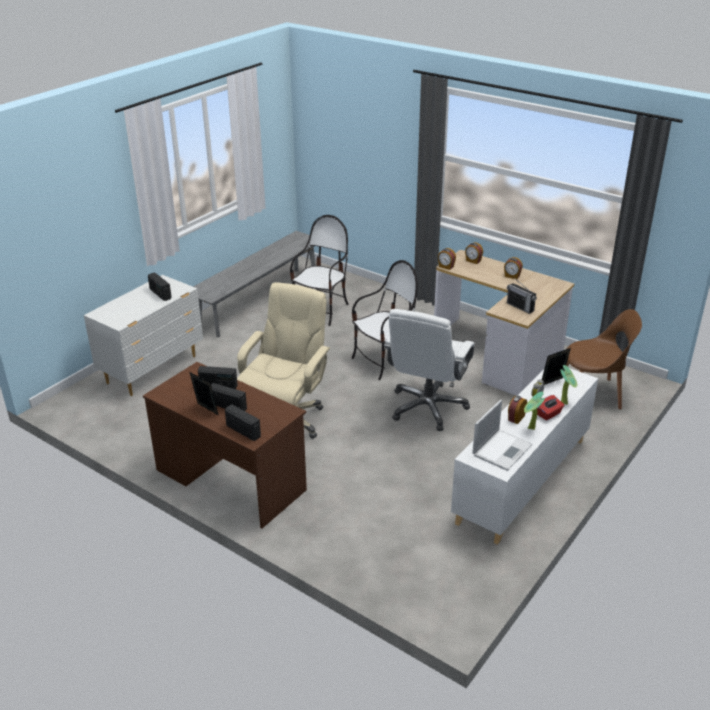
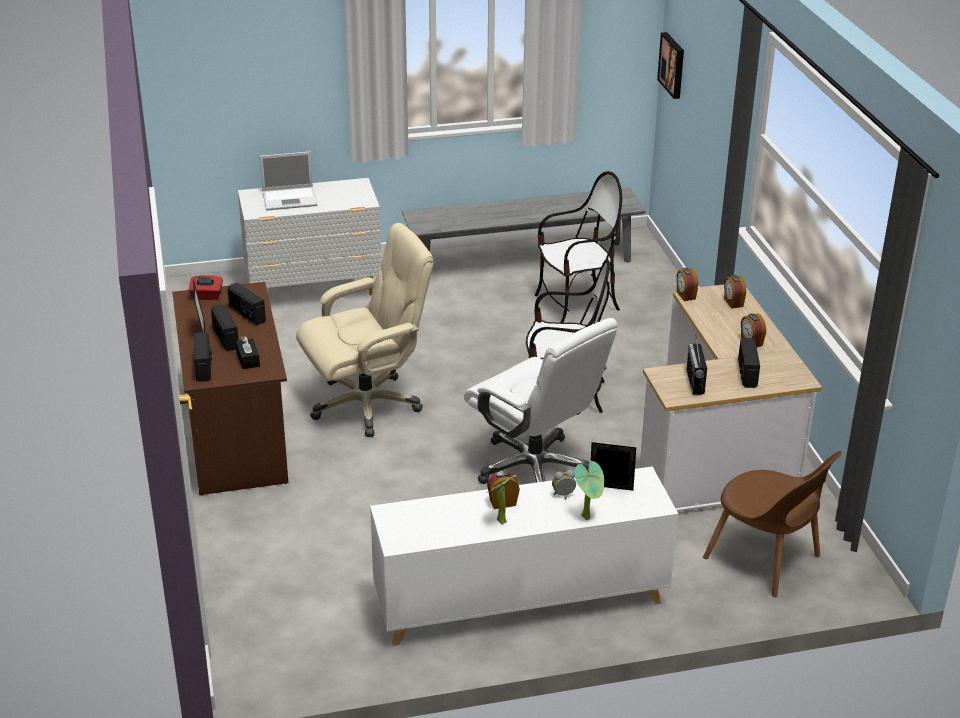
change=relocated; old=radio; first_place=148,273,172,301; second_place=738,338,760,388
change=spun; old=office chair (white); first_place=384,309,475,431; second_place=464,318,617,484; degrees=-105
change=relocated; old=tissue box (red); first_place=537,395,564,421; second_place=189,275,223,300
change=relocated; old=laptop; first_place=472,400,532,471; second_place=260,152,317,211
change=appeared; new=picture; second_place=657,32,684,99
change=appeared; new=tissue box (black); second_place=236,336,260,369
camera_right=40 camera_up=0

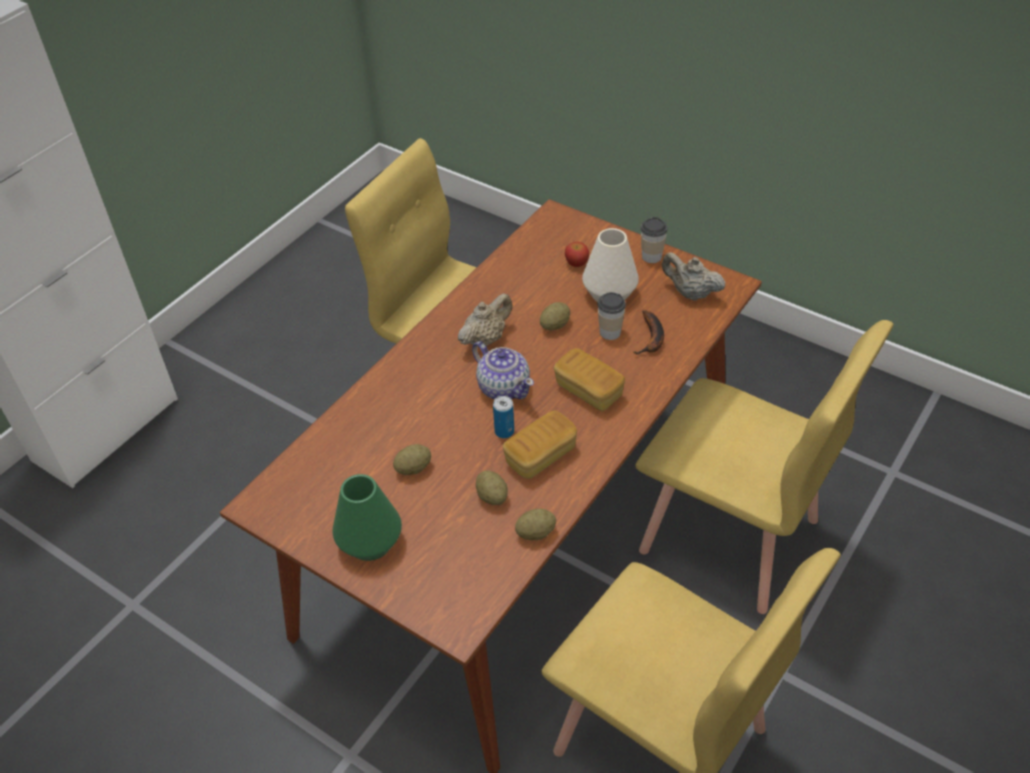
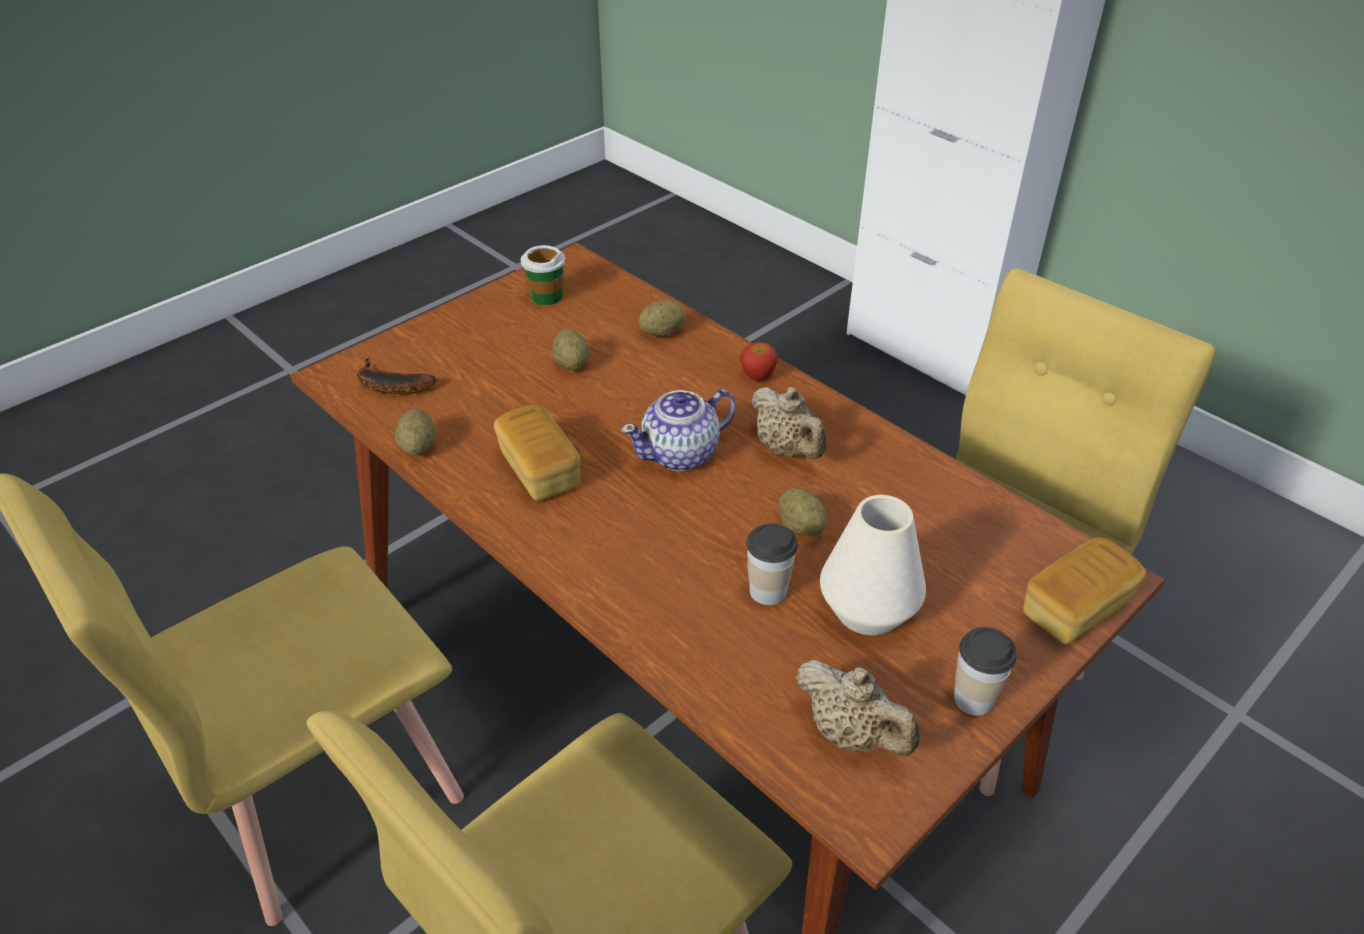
change=relocated; old=apple; first_place=565,242,589,267; second_place=740,342,778,381
change=spun; old=teapot (beige); first_place=662,252,726,301; second_place=796,660,919,756; degrees=90
change=relocated; old=banana; first_place=633,310,664,355; second_place=357,358,436,394
change=relocated; old=bread; first_place=554,348,625,412; second_place=1023,537,1146,644
change=missing; old=can; first_place=493,396,514,438
change=relocated; old=potato; first_place=476,470,508,505; second_place=639,301,686,337
change=missing; old=vase (green); first_place=332,474,402,561
change=appeared; new=cup; second_place=521,245,565,306
camera_right=100 camera_up=-5

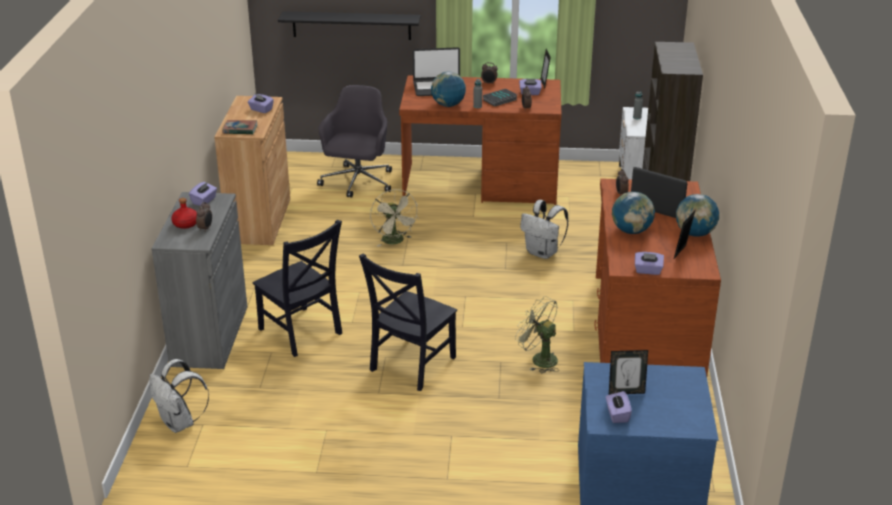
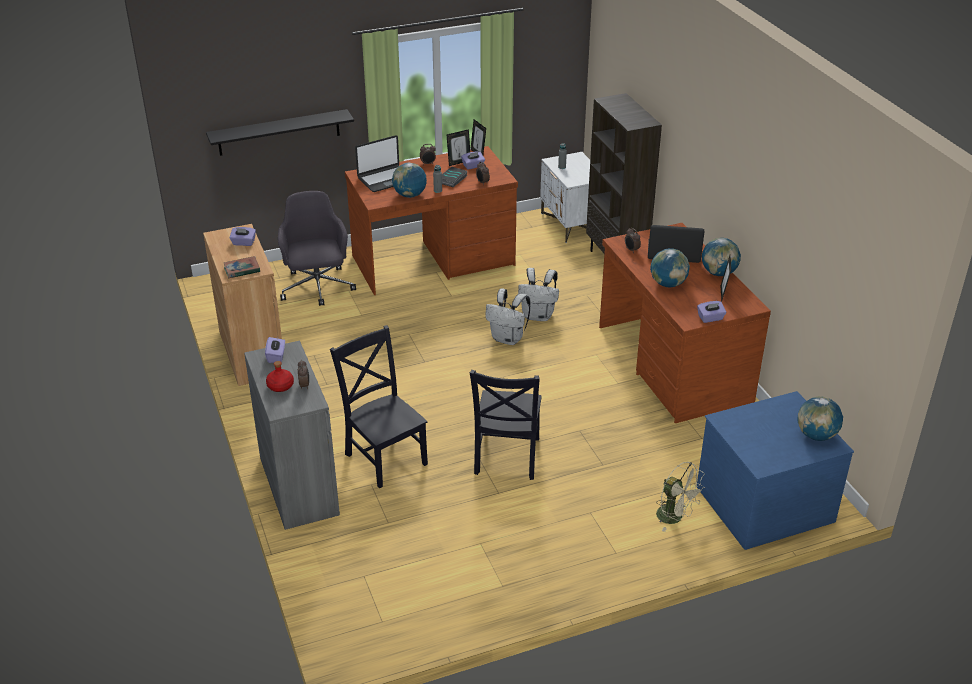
change=relocated; old=fan (beige); first_place=370,189,419,247; second_place=656,462,705,532
change=spun; old=chair (black); first_place=253,220,342,357; second_place=330,325,428,488; degrees=-150
change=missing; old=fan (green); first_place=515,296,559,373
change=relocated; old=picture frame; first_place=609,350,648,395; second_place=447,129,470,166
change=relocated; old=backpack (white); first_place=149,359,209,433; second_place=485,289,531,345
change=missing; old=tissue box (purple); first_place=606,391,632,423
change=appeared; new=globe; second_place=797,397,843,441
camera_right=-25 camera_up=5

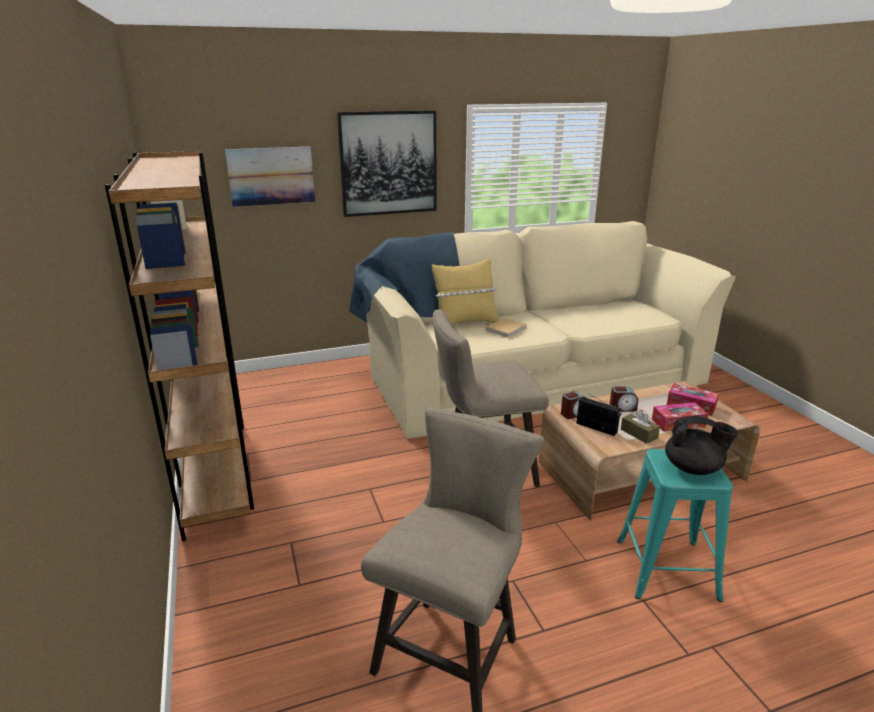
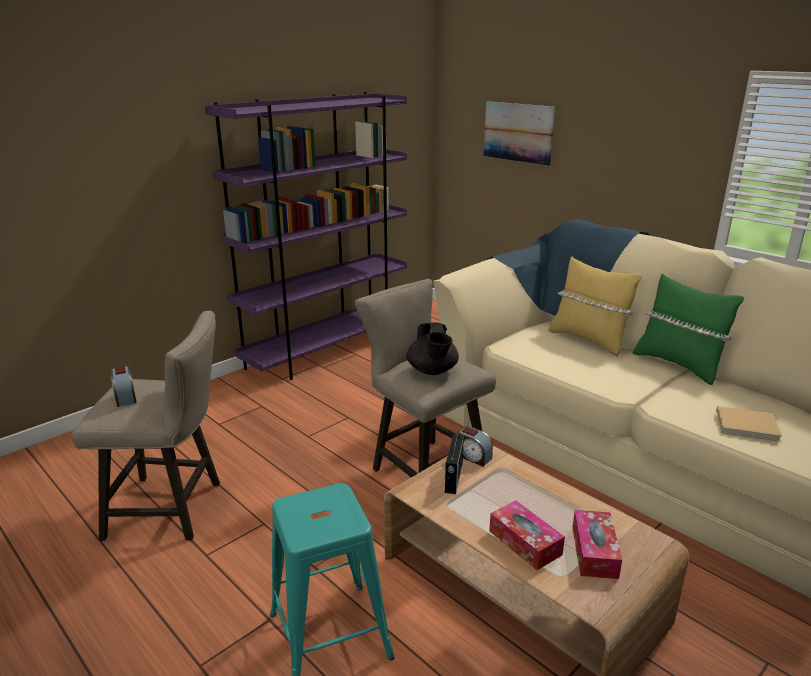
change=missing; old=picture; first_place=337,110,436,217
change=colour; old=bookcase (brown); new=bookcase (purple); first_place=105,151,254,541; second_place=205,92,407,380
change=relocated; old=book (beige); first_place=485,318,528,338; second_place=716,406,782,442
change=relocated; old=alarm clock; first_place=610,387,638,412; second_place=111,366,137,407
change=missing; old=tissue box (brown); first_place=621,410,660,444
change=relocated; old=teapot (black); first_place=665,416,739,475; second_place=407,322,459,375
change=appeared; new=pillow (green); second_place=633,274,744,385
camera_right=65 camera_up=0

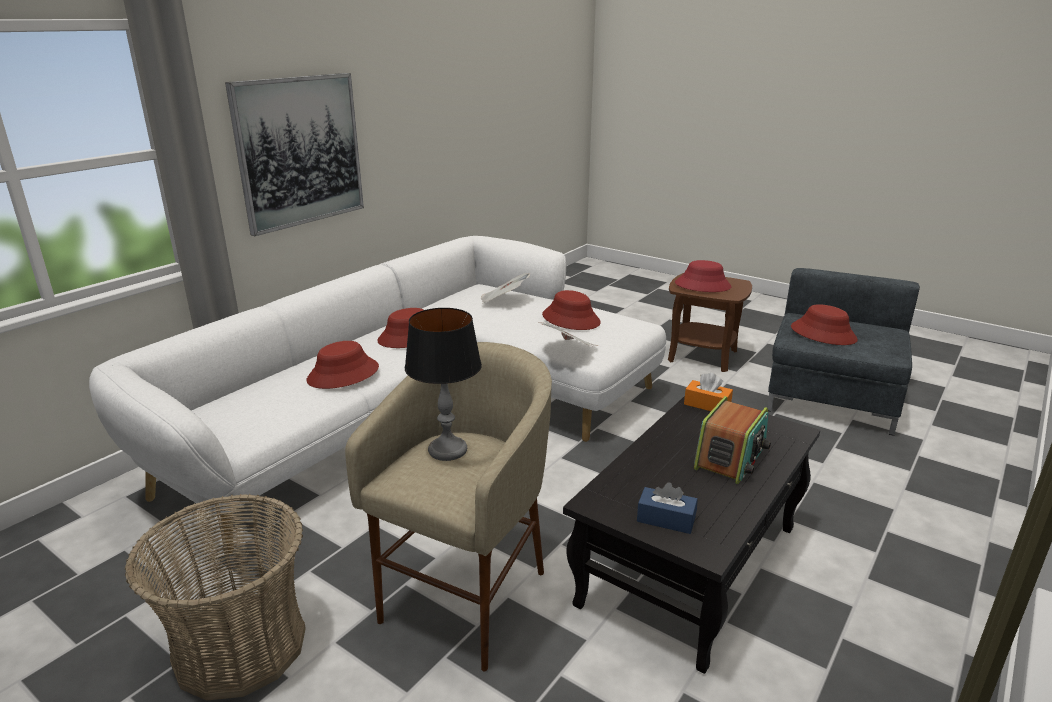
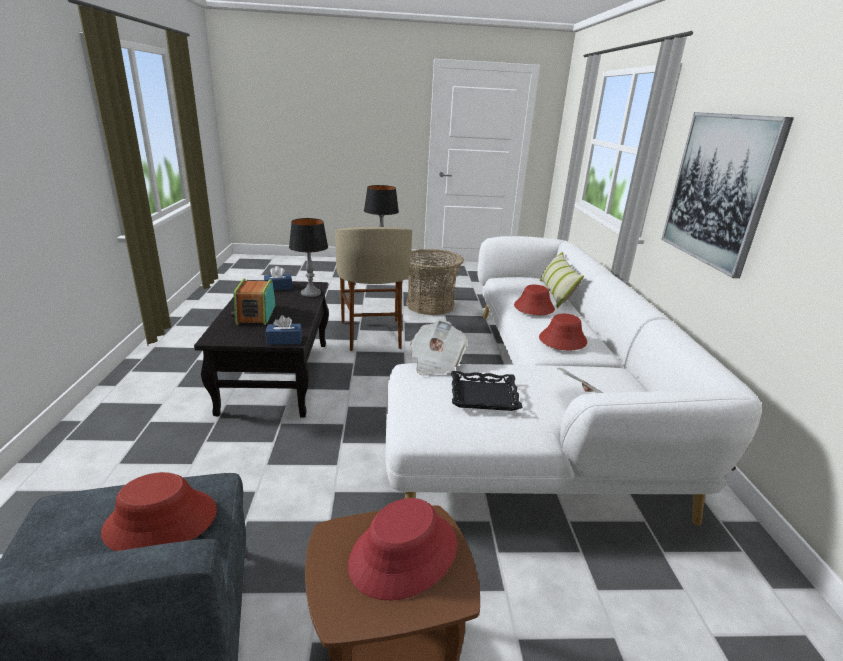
change=exchanged; old=hat (red); new=tray (black); first_place=542,290,601,330; second_place=451,371,523,411
change=colour; old=tissue box (orange); new=tissue box (blue); first_place=684,372,733,411; second_place=265,315,302,345
change=appeared; new=table lamp; second_place=289,218,328,297
change=appeared; new=pillow; second_place=539,251,584,308
camera_right=140 camera_up=0

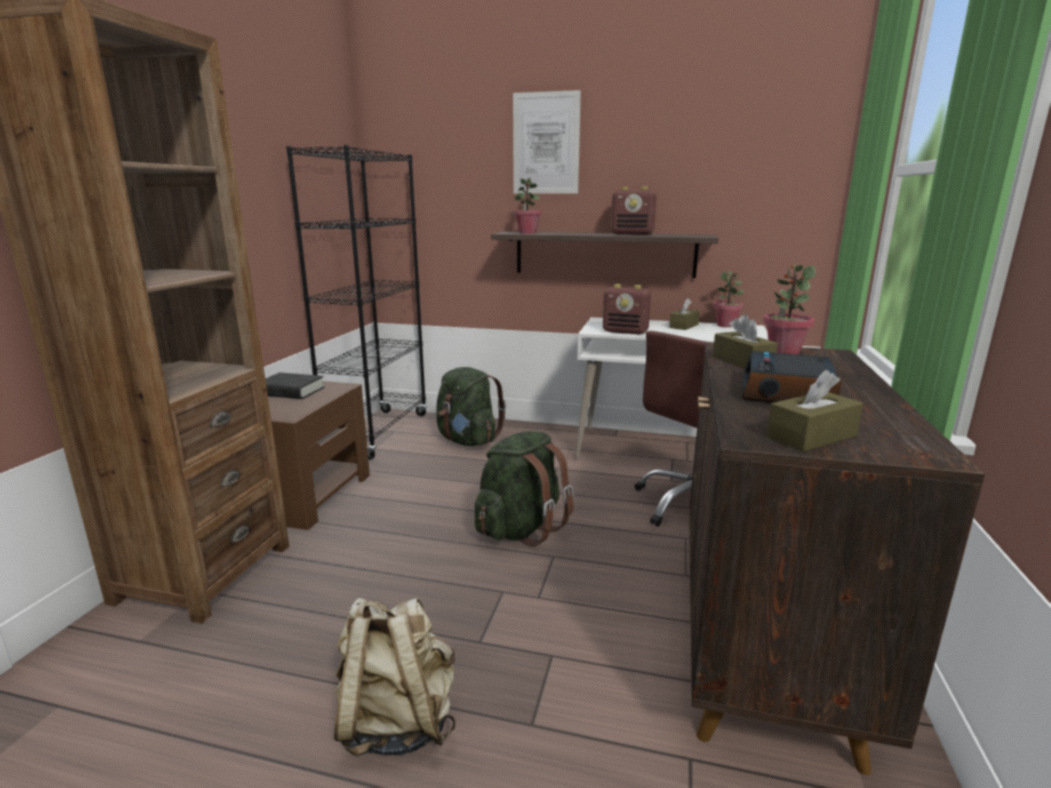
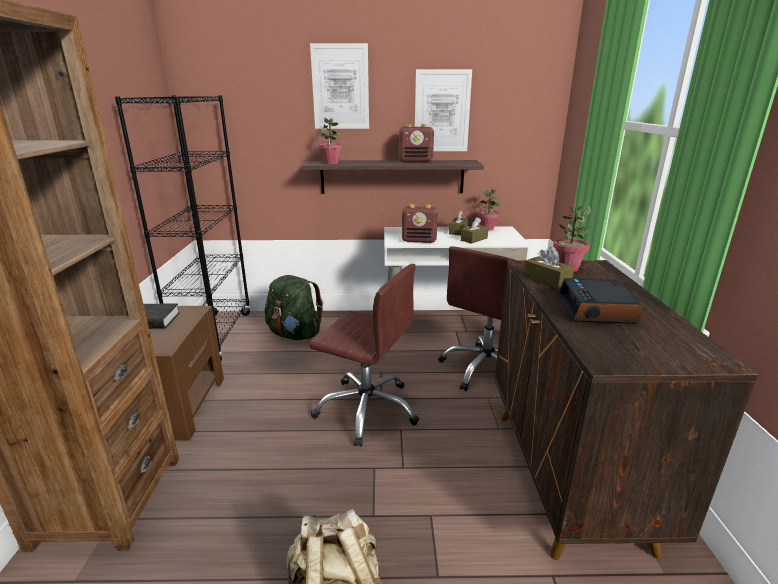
change=relocated; old=tissue box (brown); first_place=767,370,863,452; second_place=461,218,489,244
change=exchanged; old=backpack (green); new=office chair (brown); first_place=475,431,574,546; second_place=310,264,419,447
change=appeared; new=picture; second_place=415,69,472,151
camera_right=-15 camera_up=5

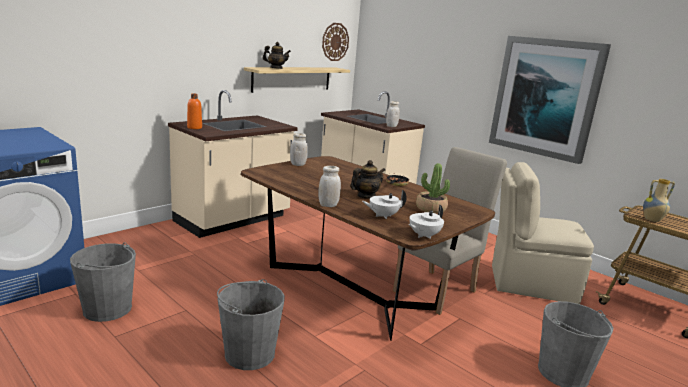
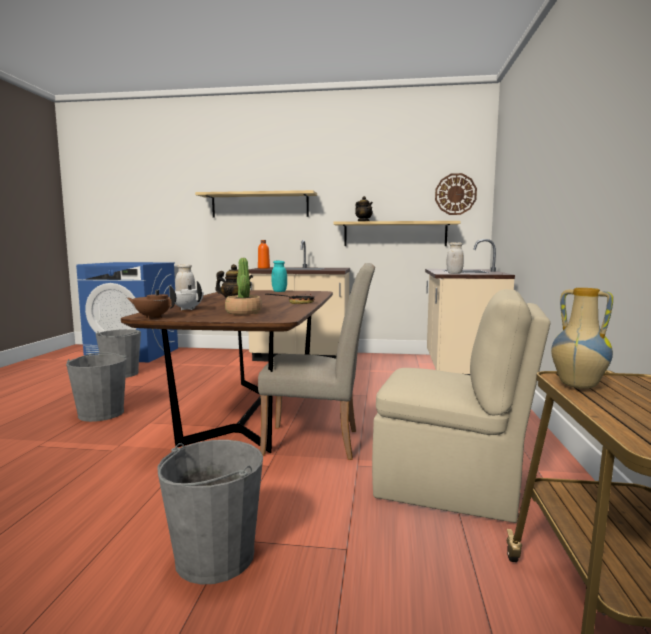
change=missing; old=picture; first_place=489,36,611,164
change=colour; old=jar (white); new=jar (turquoise); first_place=290,133,308,166; second_place=271,260,287,292
change=spun; old=chair (beige); first_place=492,162,594,304; second_place=372,289,550,523; degrees=135
change=colour; old=teapot (white); new=teapot (brown); first_place=409,204,444,239; second_place=127,285,176,319
change=appeared; new=shelf; second_place=195,190,317,218
camera_right=55 camera_up=-10

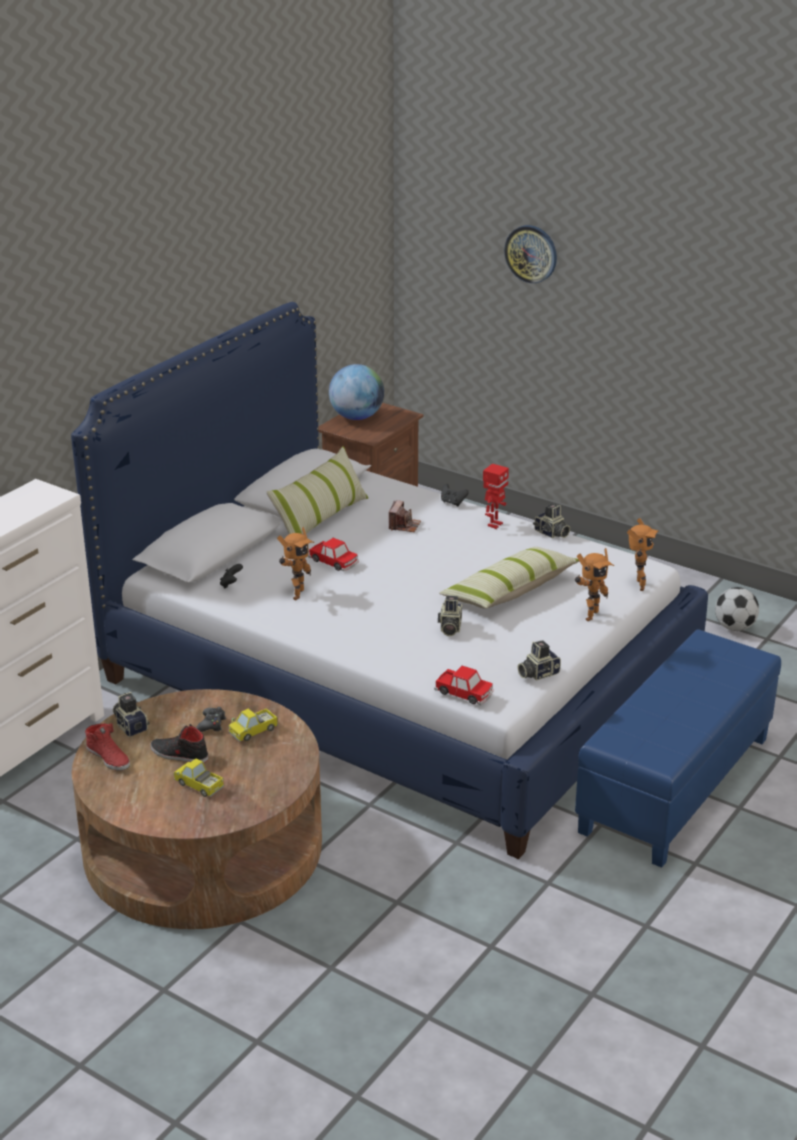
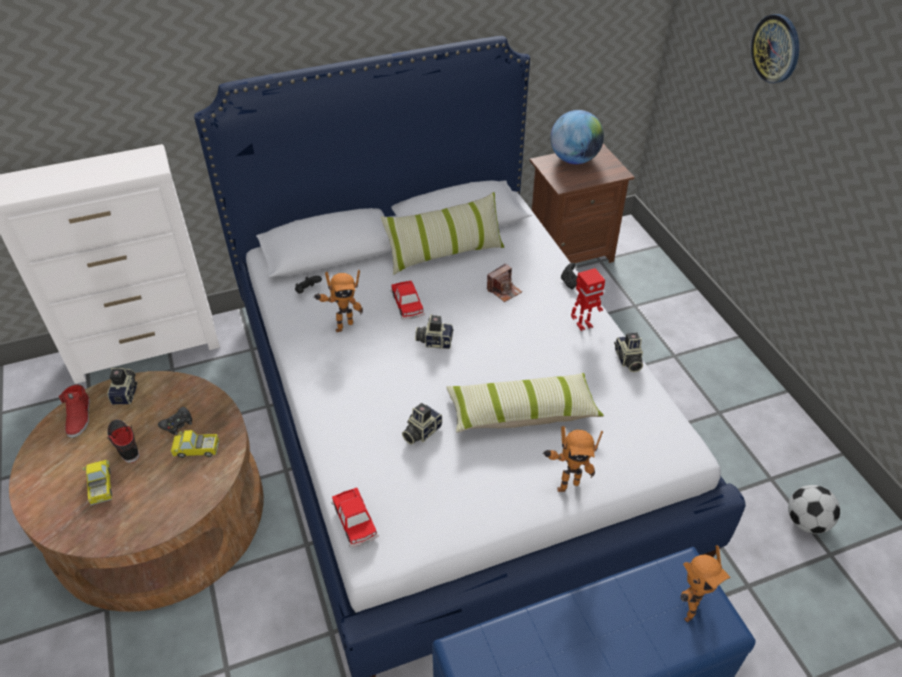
change=relocated; old=toy robot; first_place=627,518,659,591; second_place=681,545,731,622
change=relocated; old=photo camera; first_place=518,641,561,681; second_place=415,314,453,349
camera_right=35 camera_up=15

